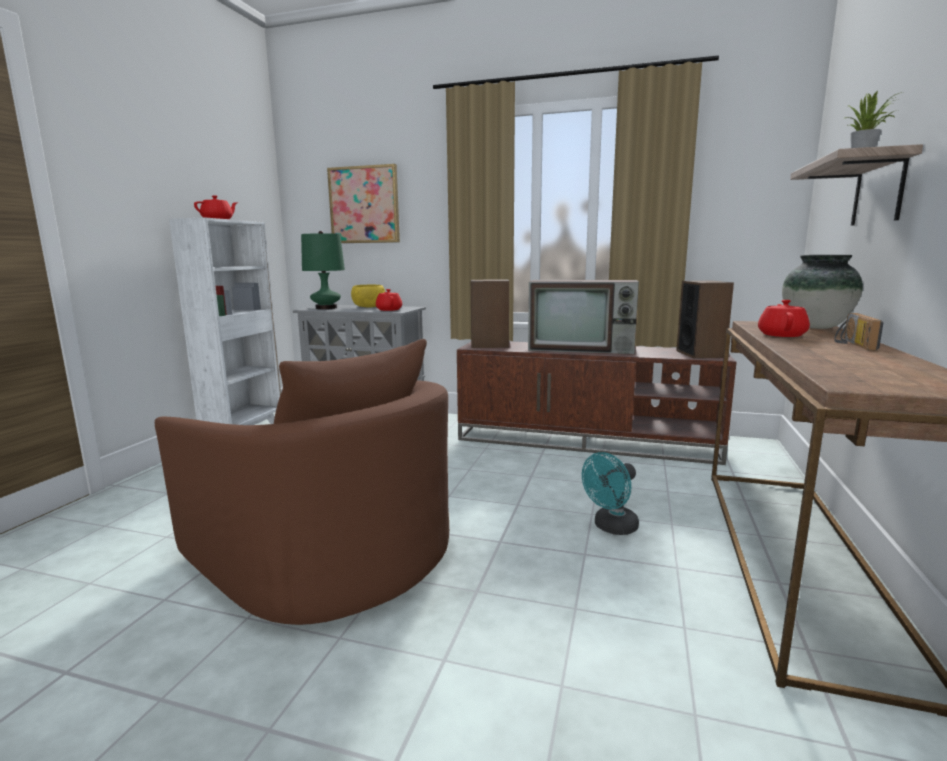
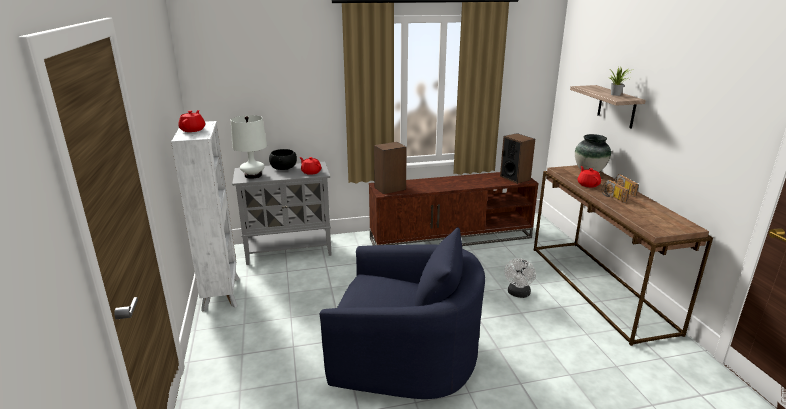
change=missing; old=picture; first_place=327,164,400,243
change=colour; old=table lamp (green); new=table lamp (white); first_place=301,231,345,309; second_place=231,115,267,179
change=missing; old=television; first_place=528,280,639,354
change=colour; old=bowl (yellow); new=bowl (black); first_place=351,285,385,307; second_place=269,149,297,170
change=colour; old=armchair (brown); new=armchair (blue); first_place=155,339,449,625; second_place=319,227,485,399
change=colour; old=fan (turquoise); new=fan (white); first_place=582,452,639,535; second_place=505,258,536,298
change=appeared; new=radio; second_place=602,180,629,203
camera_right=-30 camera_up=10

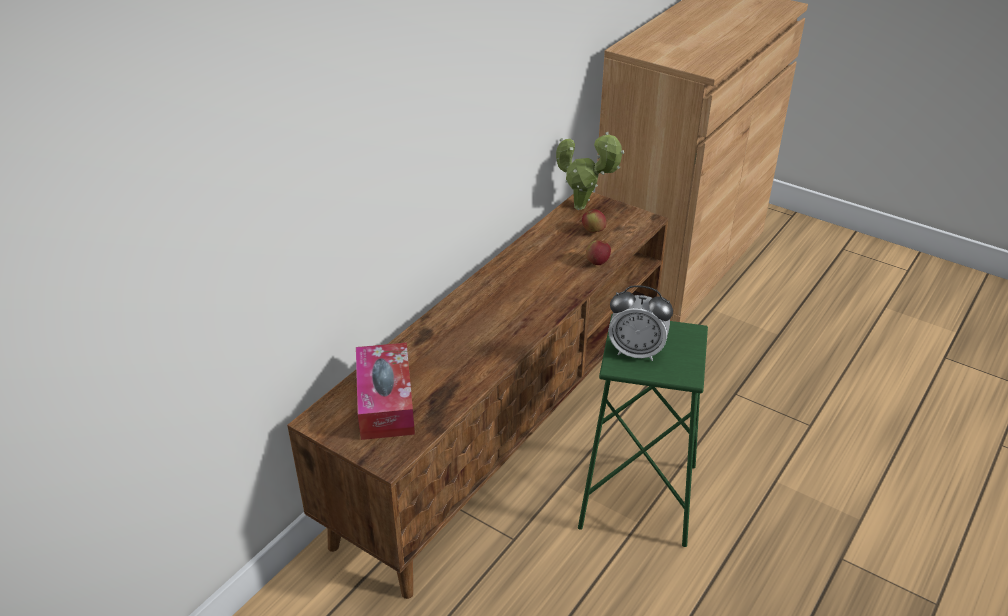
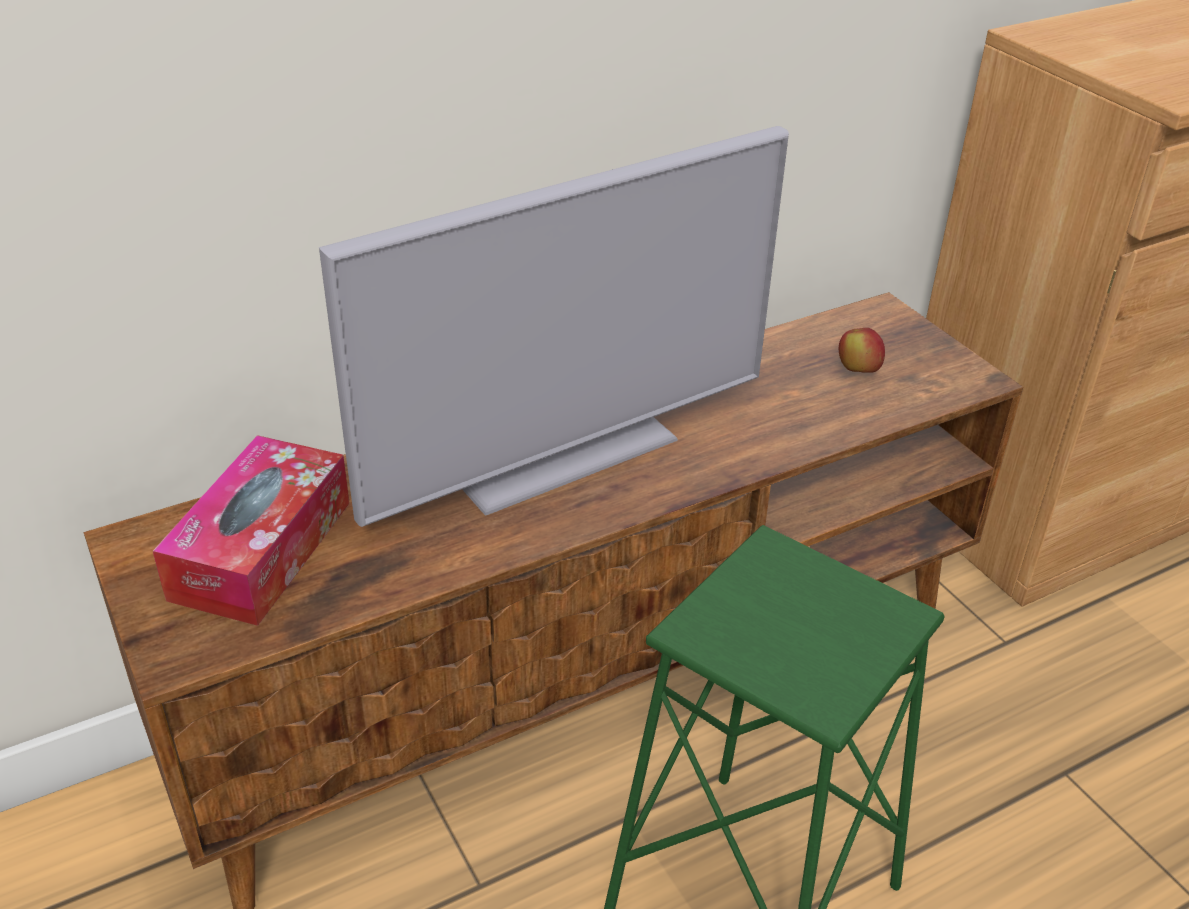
change=missing; old=potted plant; first_place=556,132,624,210
change=missing; old=apple; first_place=586,240,611,265
change=missing; old=alarm clock; first_place=608,285,673,361
change=appeared; new=television; second_place=319,126,789,527
camera_right=25 camera_up=0

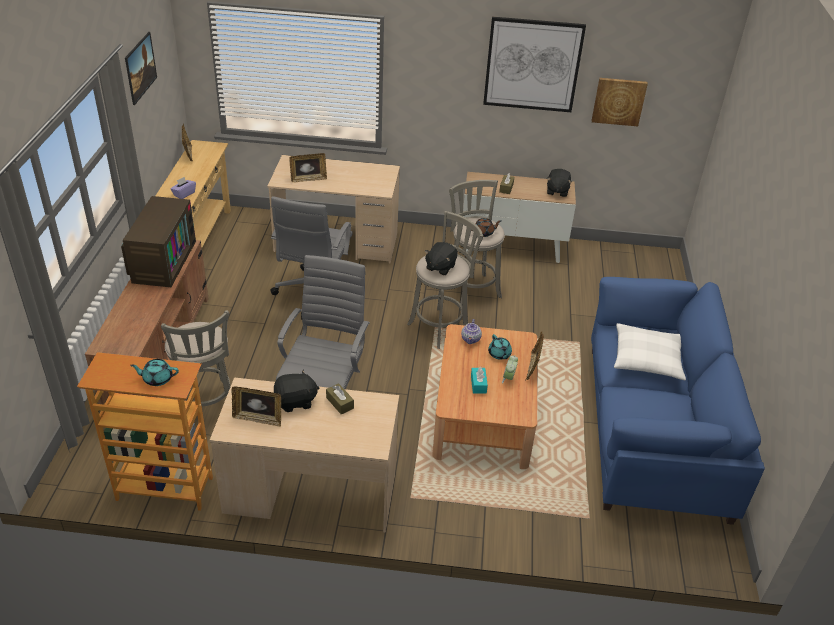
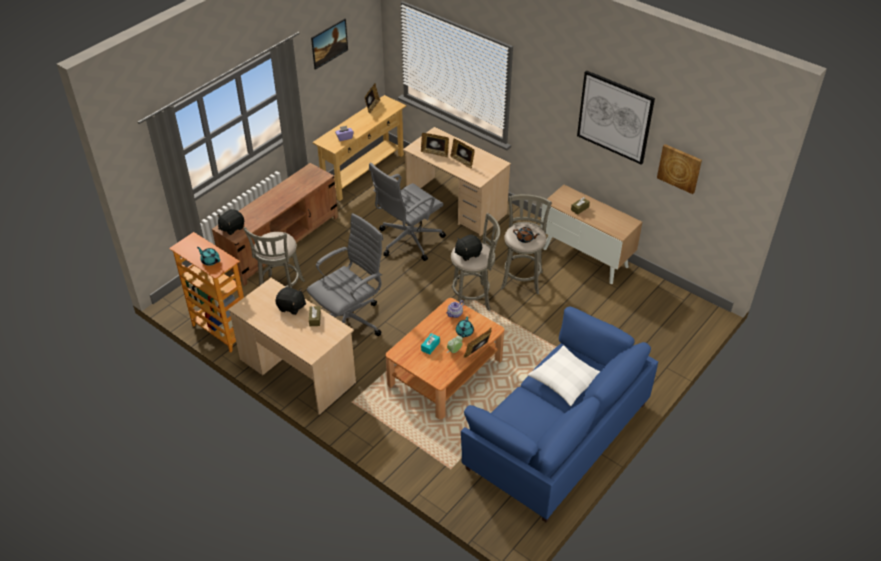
change=relocated; old=plush toy (black); first_place=547,169,572,197; second_place=218,209,244,235
change=missing; old=television; first_place=121,196,196,287
change=relocated; old=picture frame; first_place=231,387,281,427; second_place=451,139,475,169
camera_right=35 camera_up=5

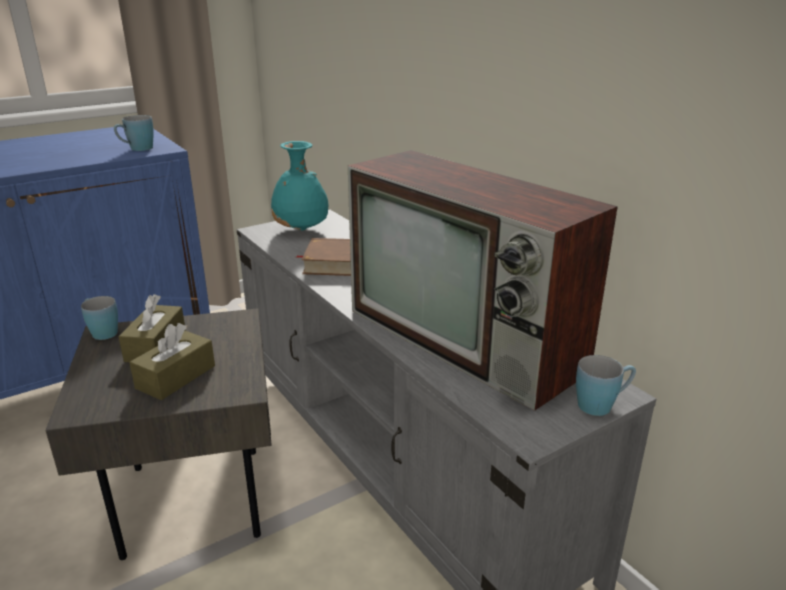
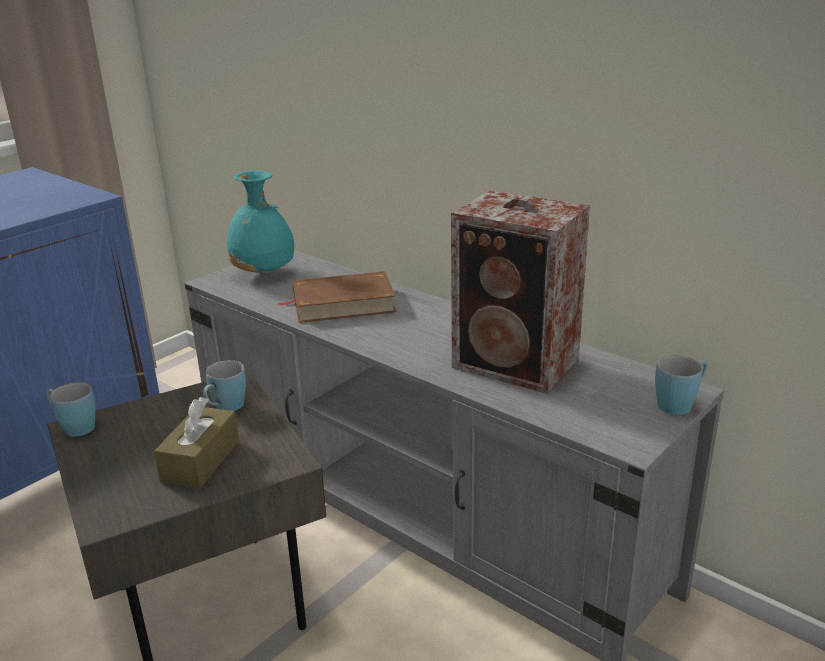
change=relocated; old=mug (blue); first_place=114,115,154,151; second_place=203,360,246,411
change=exchanged; old=television; new=speaker; first_place=348,150,618,411; second_place=451,190,590,394
change=missing; old=tissue box (brown); first_place=118,294,186,362
camera_right=-15 camera_up=0

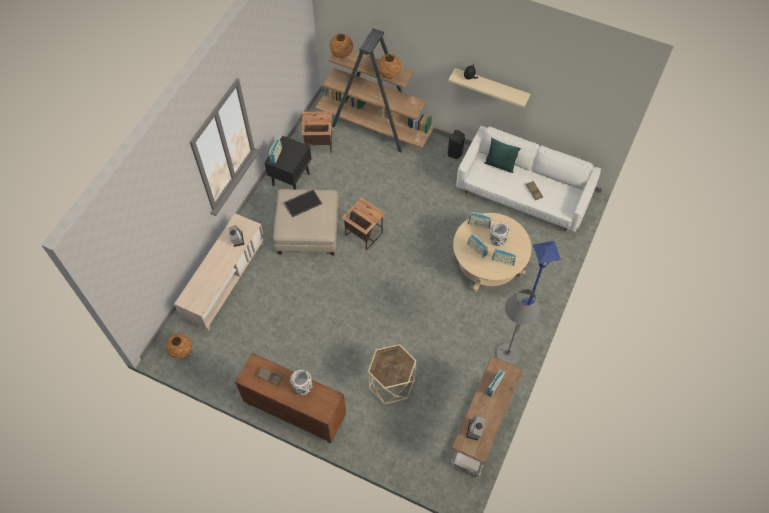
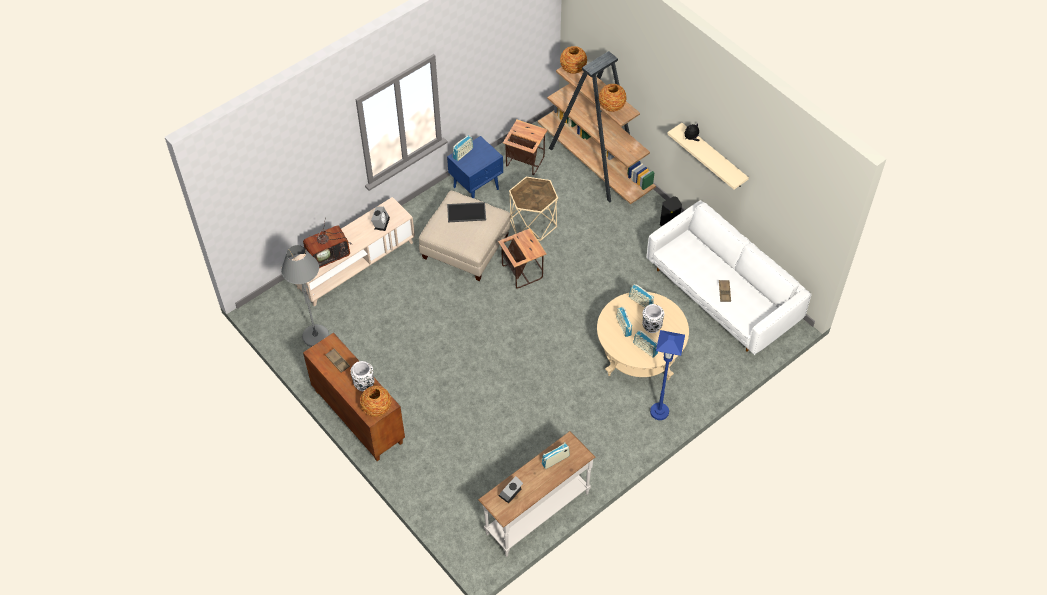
change=colour; old=nightstand (black); new=nightstand (blue); first_place=264,136,311,190; second_place=447,136,503,199
change=missing; old=pillow (green); first_place=484,138,521,173
change=relocated; old=floor lamp (grey); first_place=496,289,541,365; second_place=281,245,329,347
change=relocated; old=vase; first_place=166,334,192,359; second_place=360,386,391,417
change=relocated; old=side table (beige); first_place=368,344,416,404; second_place=509,177,558,241
change=appeared; new=television; second_place=303,217,352,268
camera_right=25 camera_up=-5

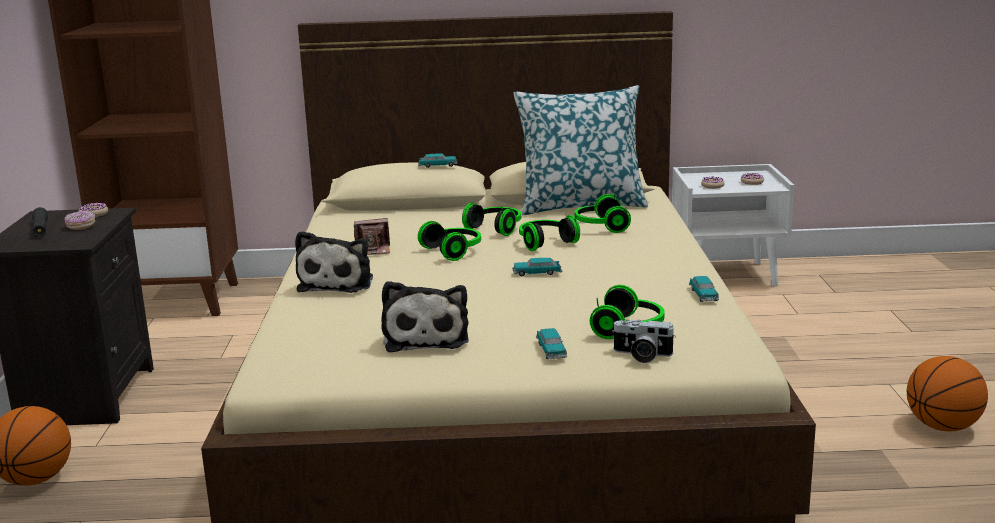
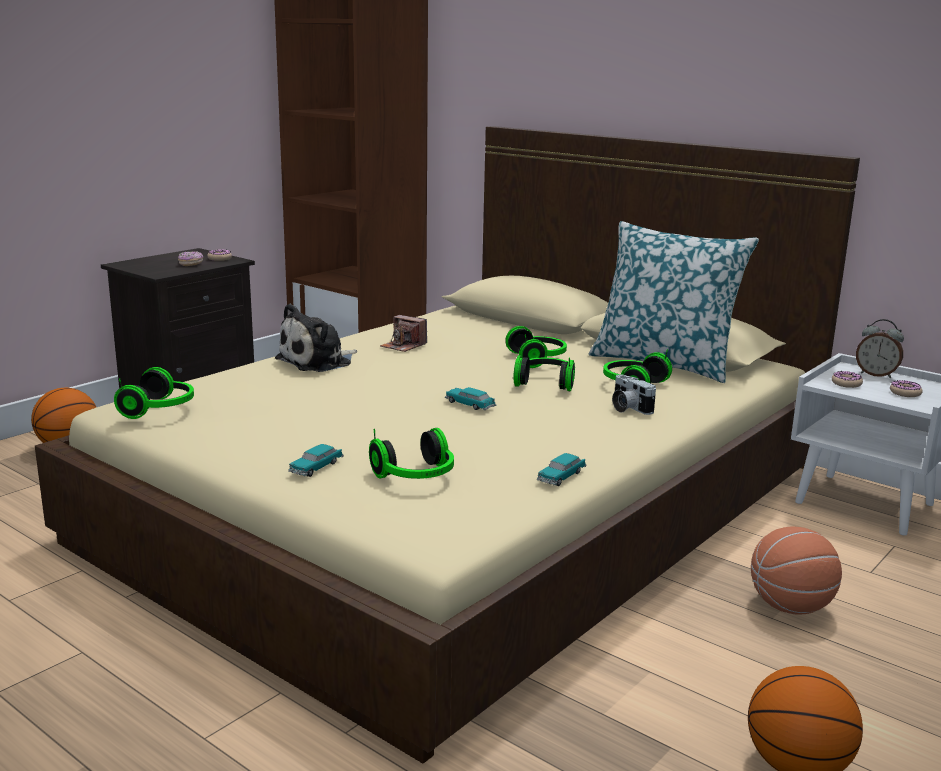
change=missing; old=toy car; first_place=418,153,458,168
change=missing; old=flashlight (black); first_place=32,207,48,237
change=relocated; old=headphones; first_place=418,221,481,261; second_place=114,367,194,419
change=missing; old=plush toy; first_place=381,281,469,352
change=relocated; old=photo camera; first_place=612,320,676,363; second_place=612,374,656,415
change=appeared; new=alarm clock; second_place=856,319,904,378
change=appeared; new=basketball; second_place=751,527,842,614
camera_right=40 camera_up=0

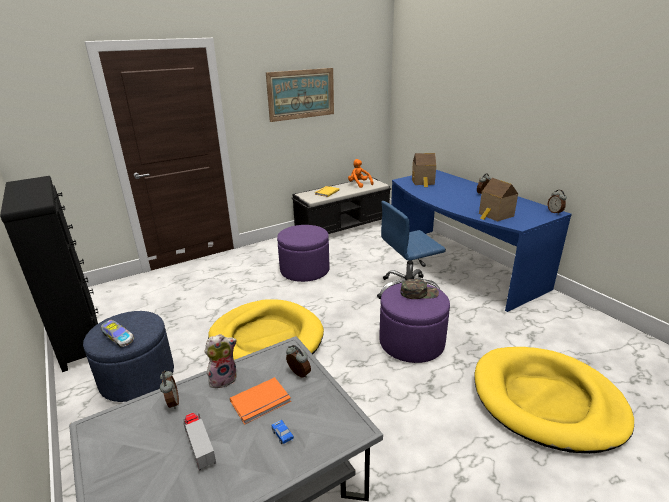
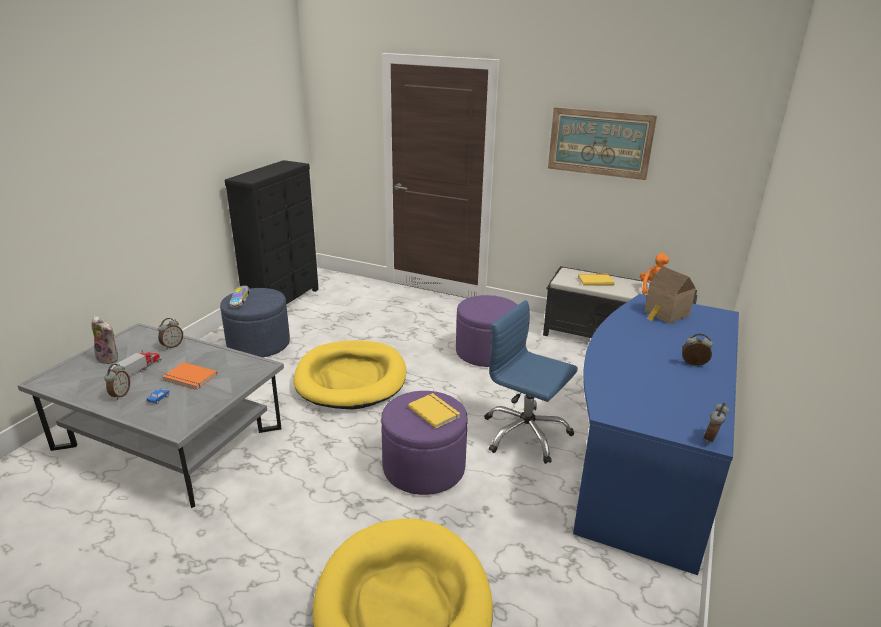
change=missing; old=toy house; first_place=479,178,518,222
change=exchanged; old=cap (green); new=book (yellow); first_place=401,279,439,299; second_place=408,393,460,429
change=relocated; old=plush toy; first_place=204,334,237,388; second_place=91,316,118,364
change=relocated; old=alarm clock; first_place=286,345,311,378; second_place=104,364,130,400
camera_right=55 camera_up=0

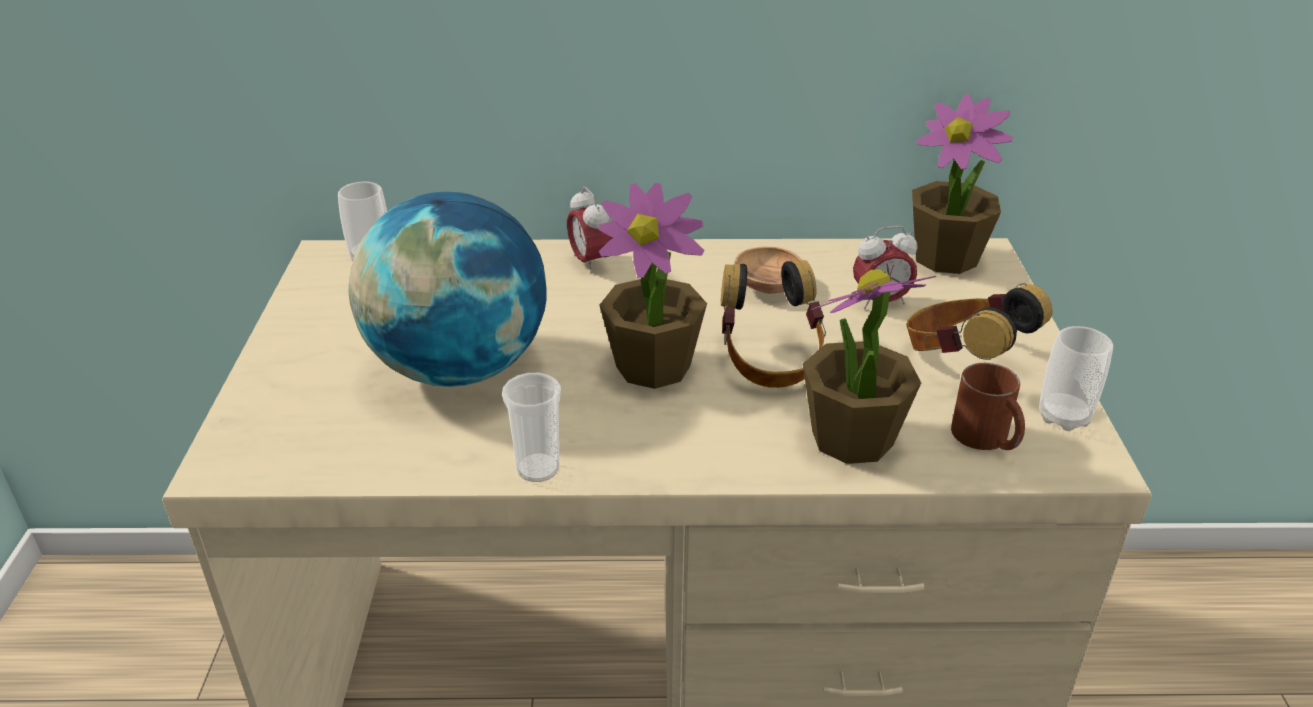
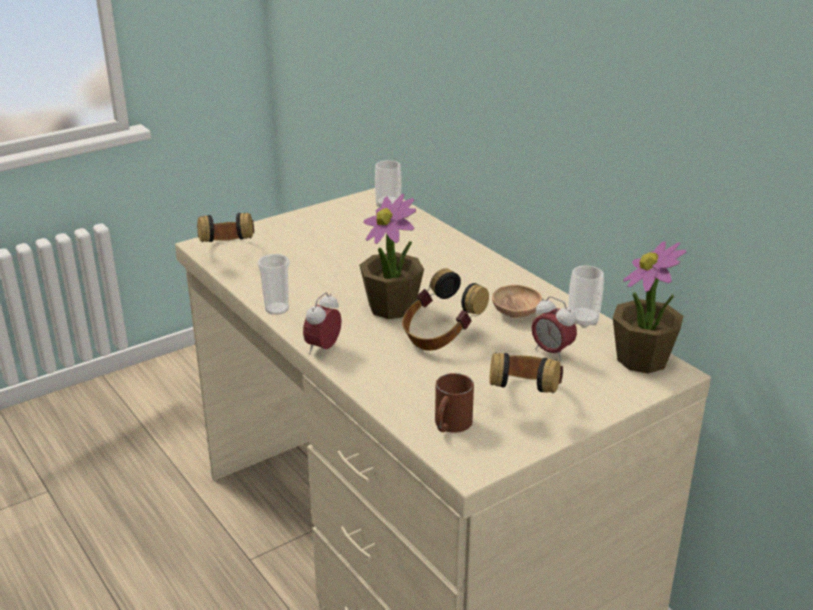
change=relocated; old=alarm clock; first_place=567,187,613,274; second_place=303,292,342,354
change=missing; old=globe; first_place=349,192,547,387
change=missing; old=potted plant; first_place=803,269,936,464
change=relocated; old=cup; first_place=1039,326,1113,431; second_place=568,265,604,328
change=appeared; new=headphones; second_place=197,212,254,243
camera_right=55 camera_up=-5

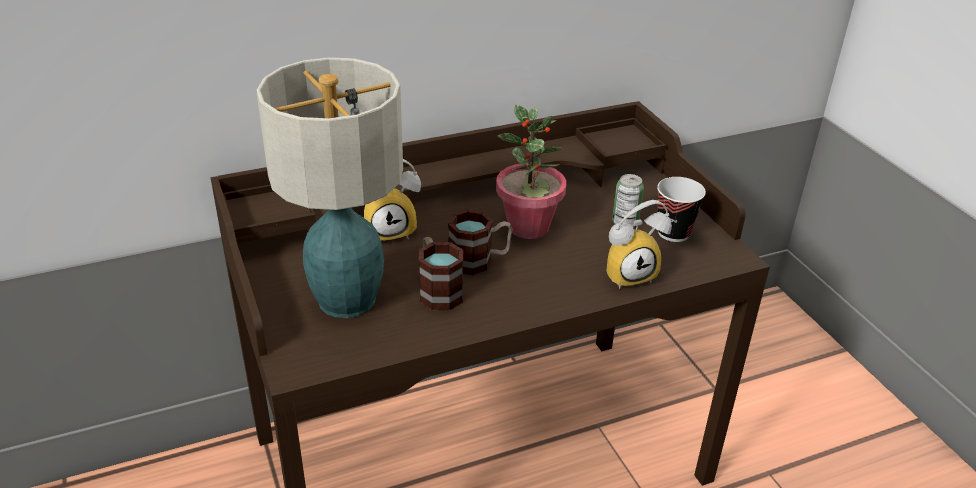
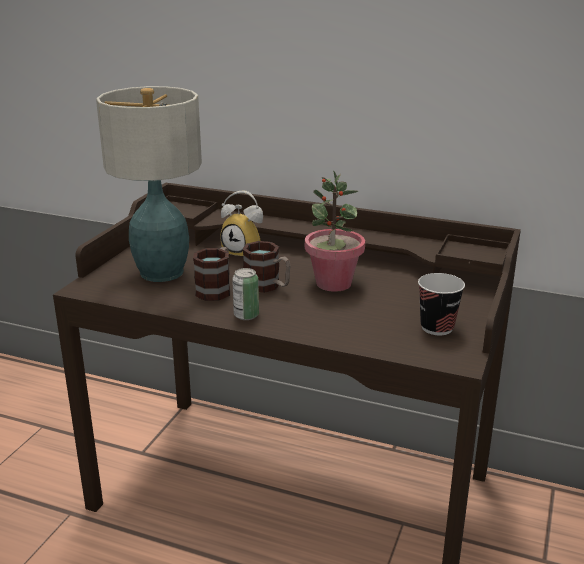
change=relocated; old=can; first_place=612,174,644,227; second_place=232,268,259,320
change=missing; old=alarm clock; first_place=607,200,672,289
camera_right=45 camera_up=-10

